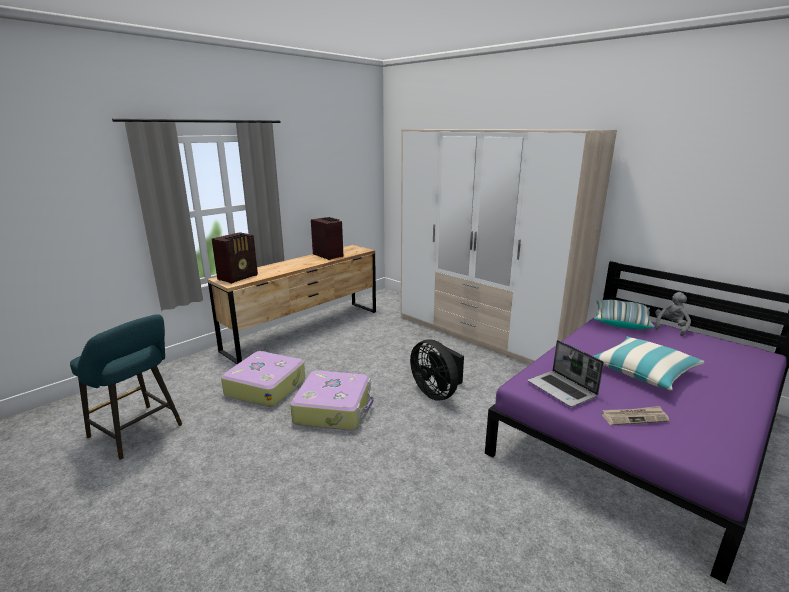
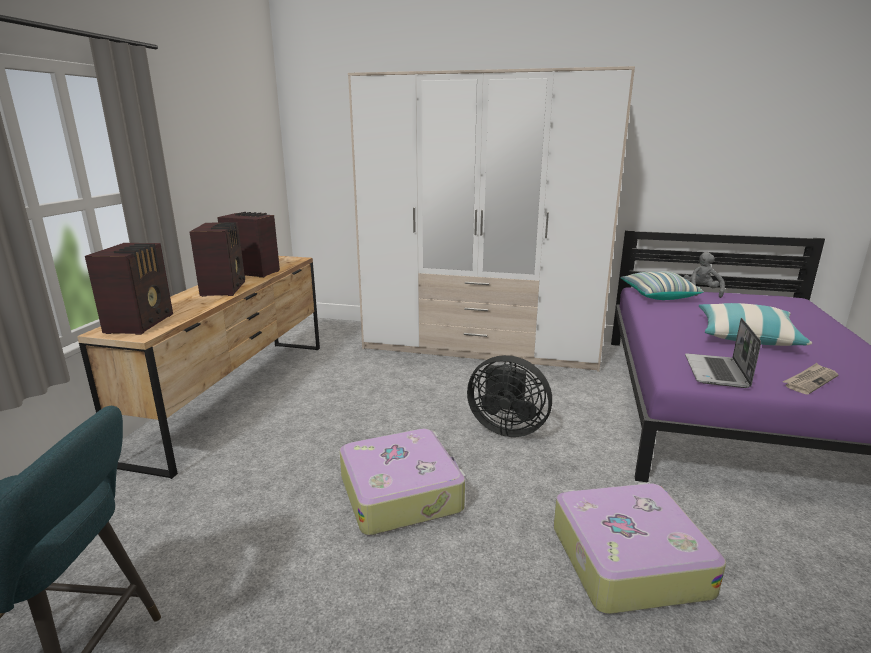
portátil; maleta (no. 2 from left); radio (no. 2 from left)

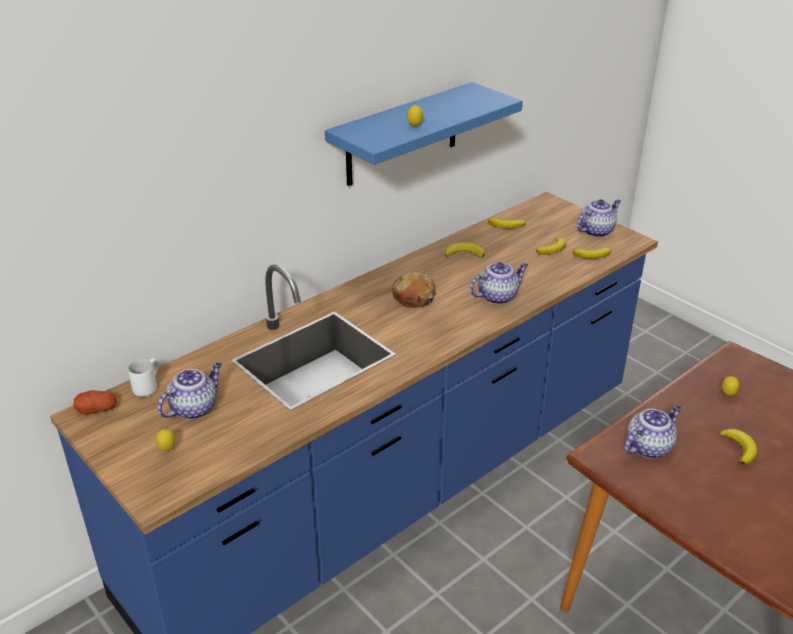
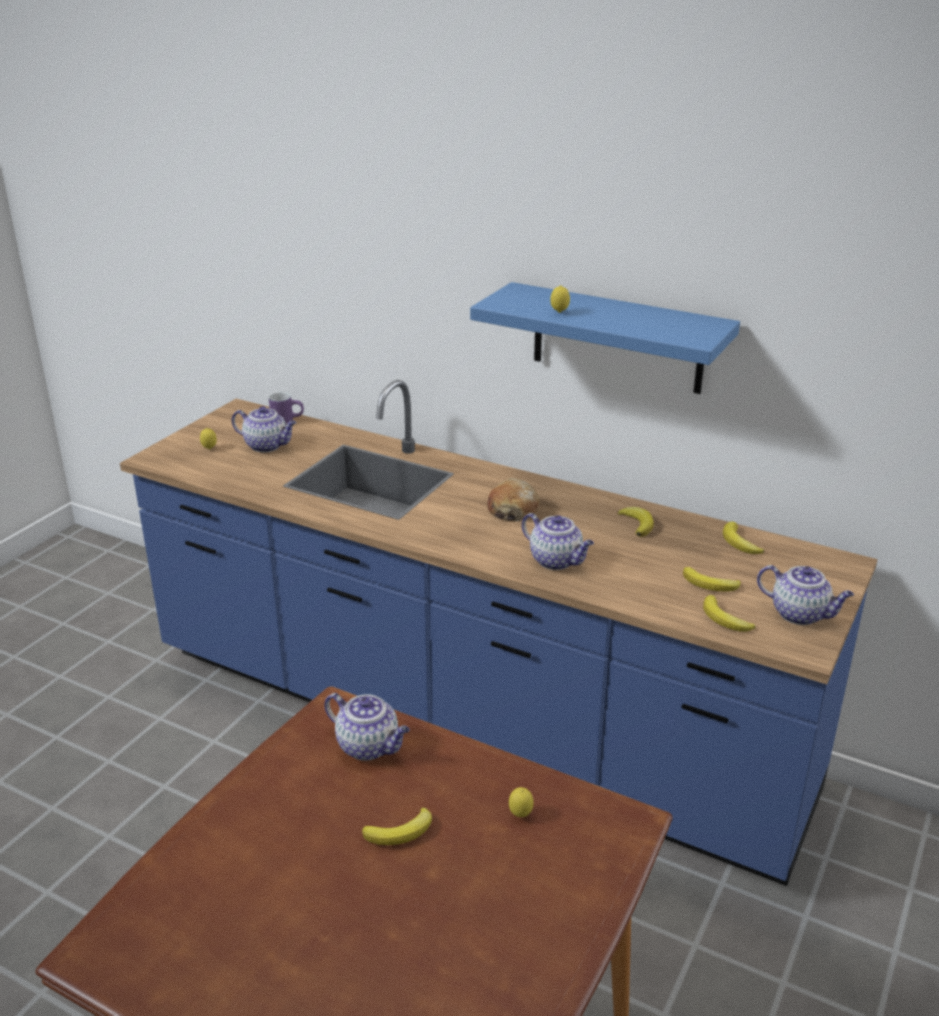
taza grande/morado; patata

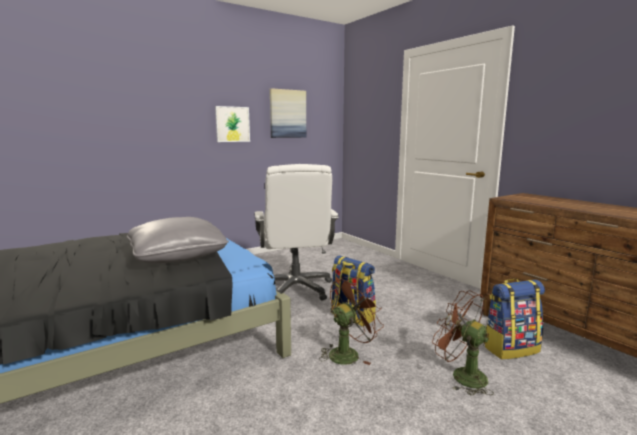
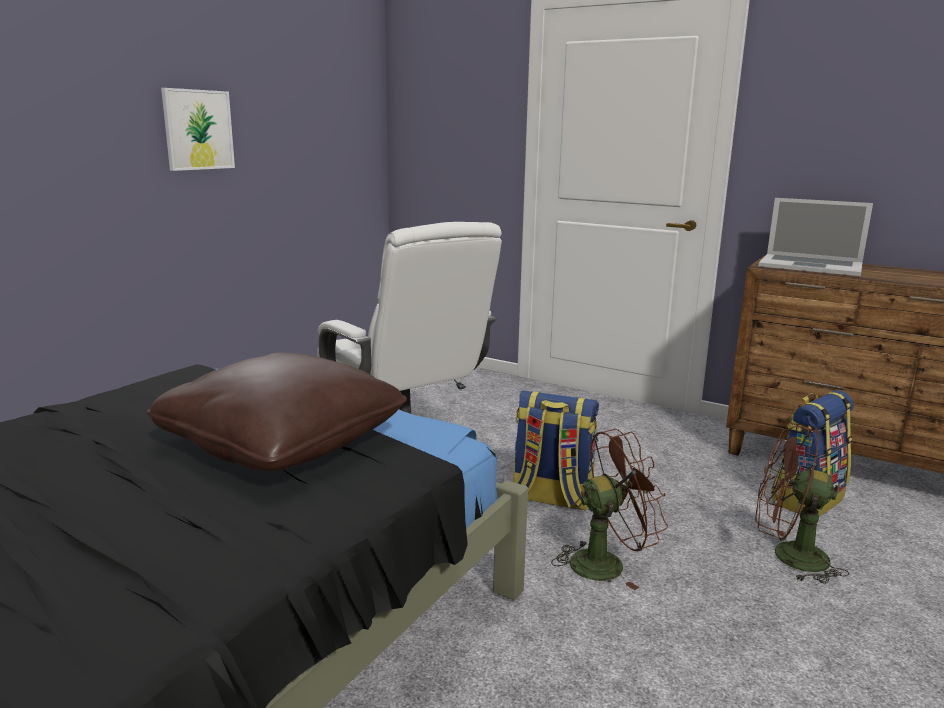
cuadro (no. 2 from left in the first image); cojín/marrón; ventilador/marrón (no. 1 from left); portátil

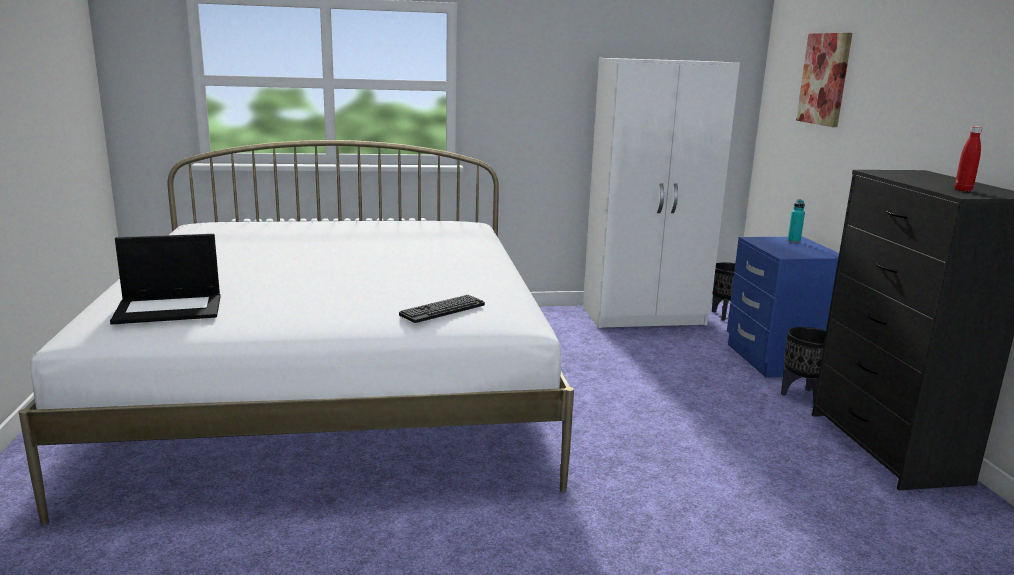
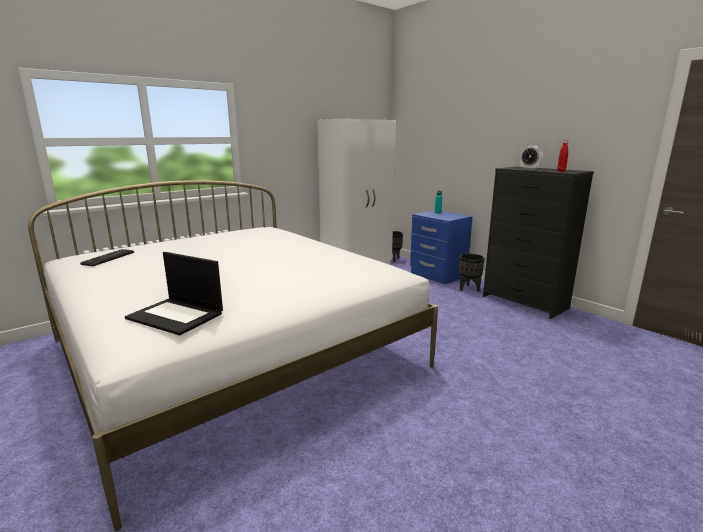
cuadro; portátil; teclado; despertador

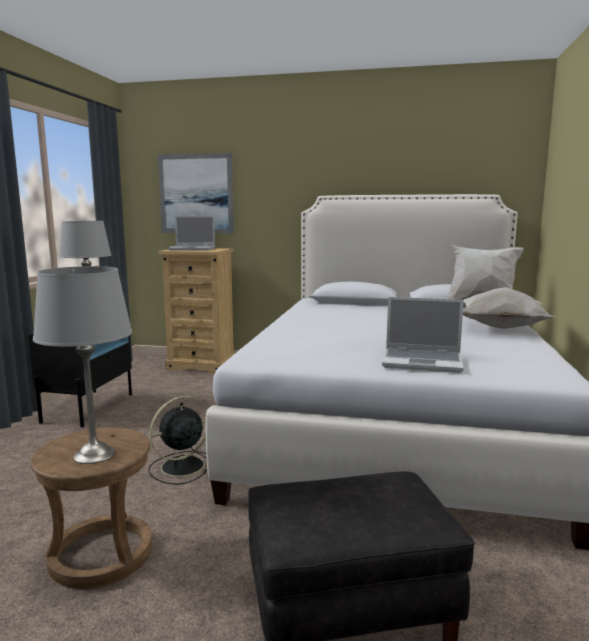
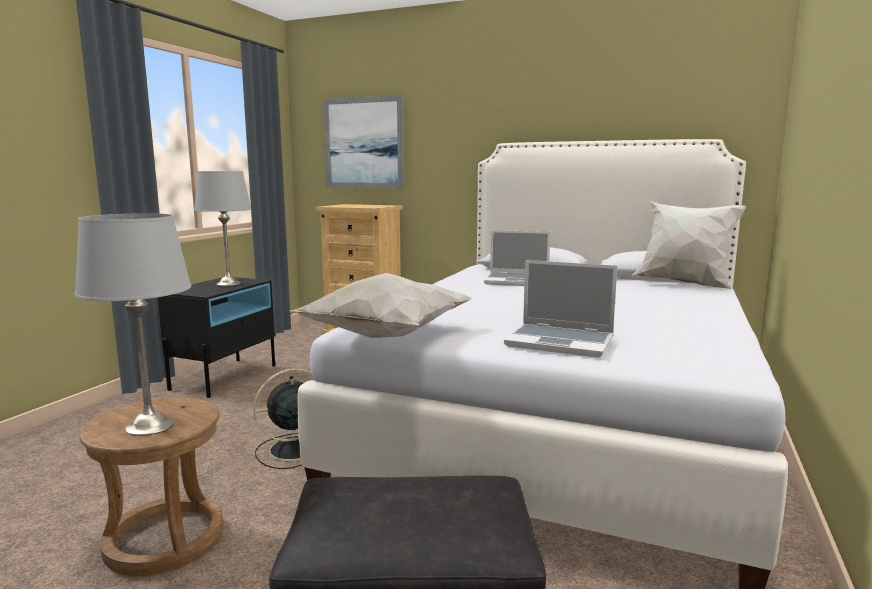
portátil (no. 1 from left); cojín/blanco (no. 1 from left)

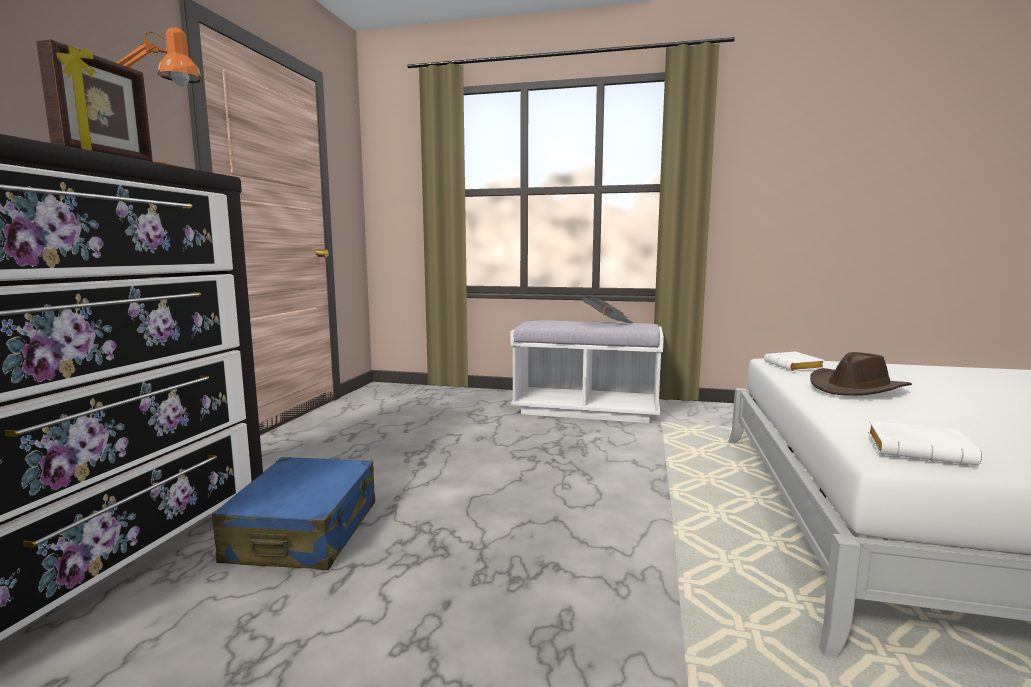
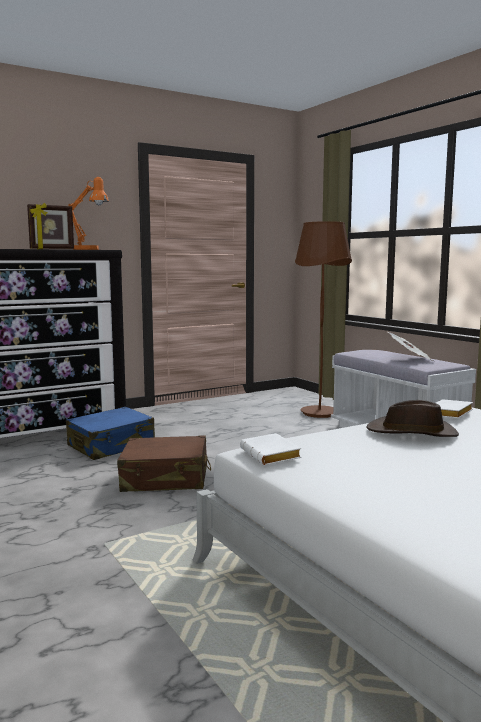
lámpara de pie/marrón; maleta/marrón

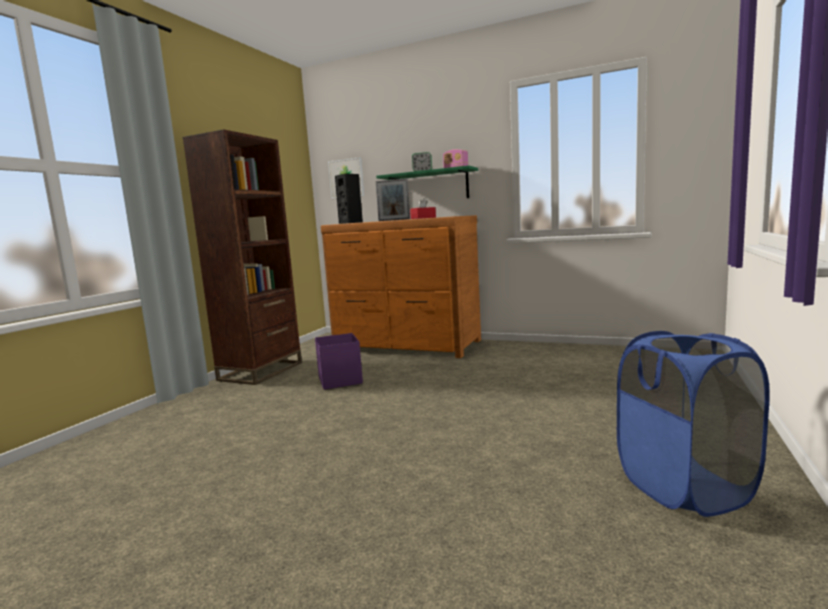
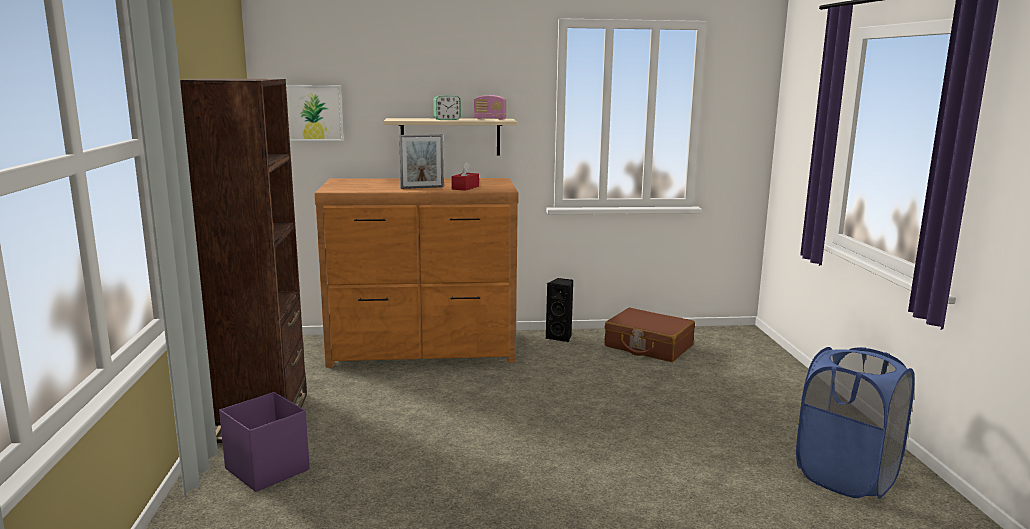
estante/beis; altavoz/negro; caja de almacenaje/morado; maleta/marrón

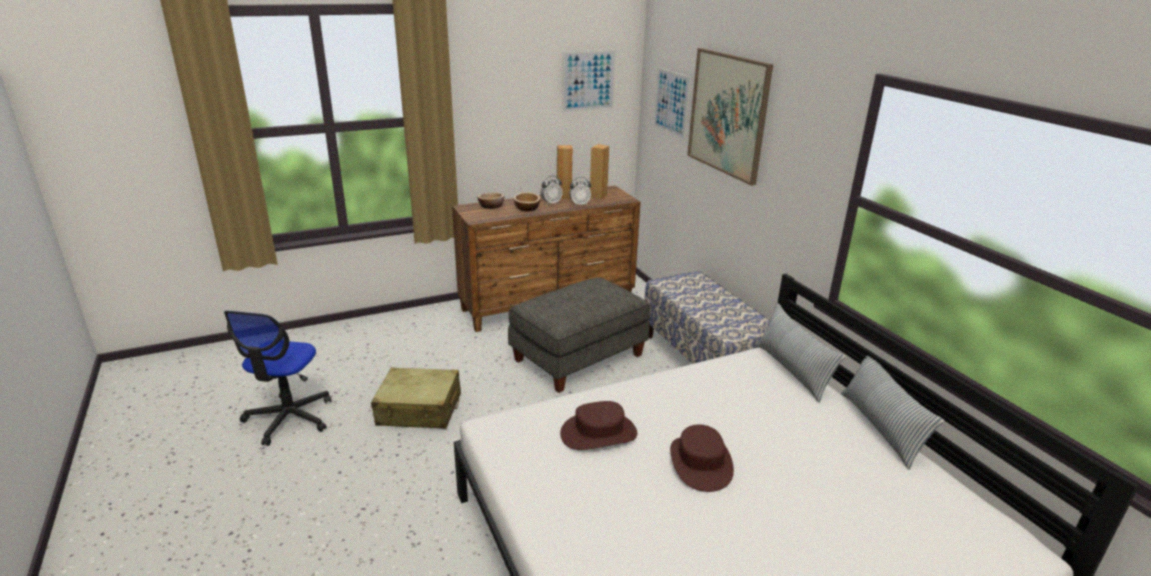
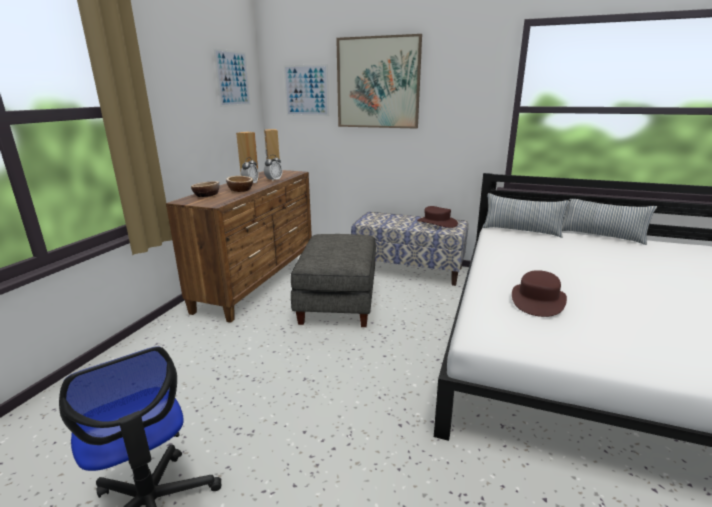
maleta/beis; sombrero/marrón (no. 1 from left)

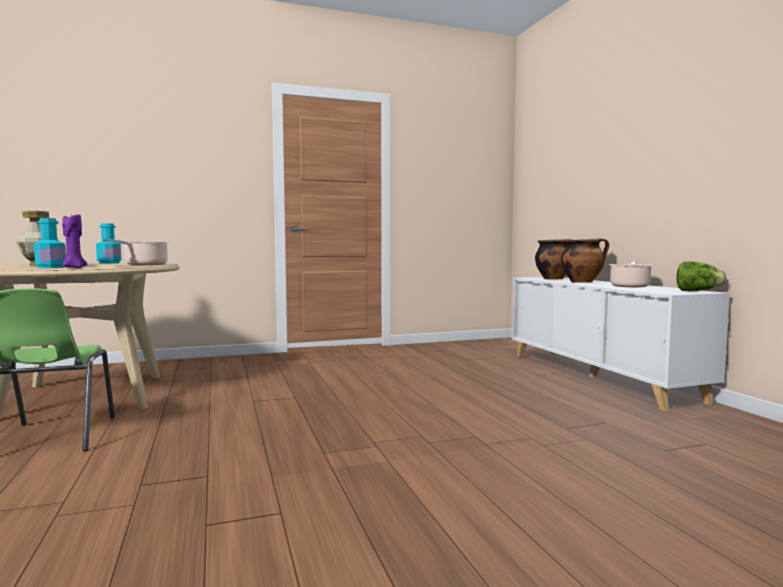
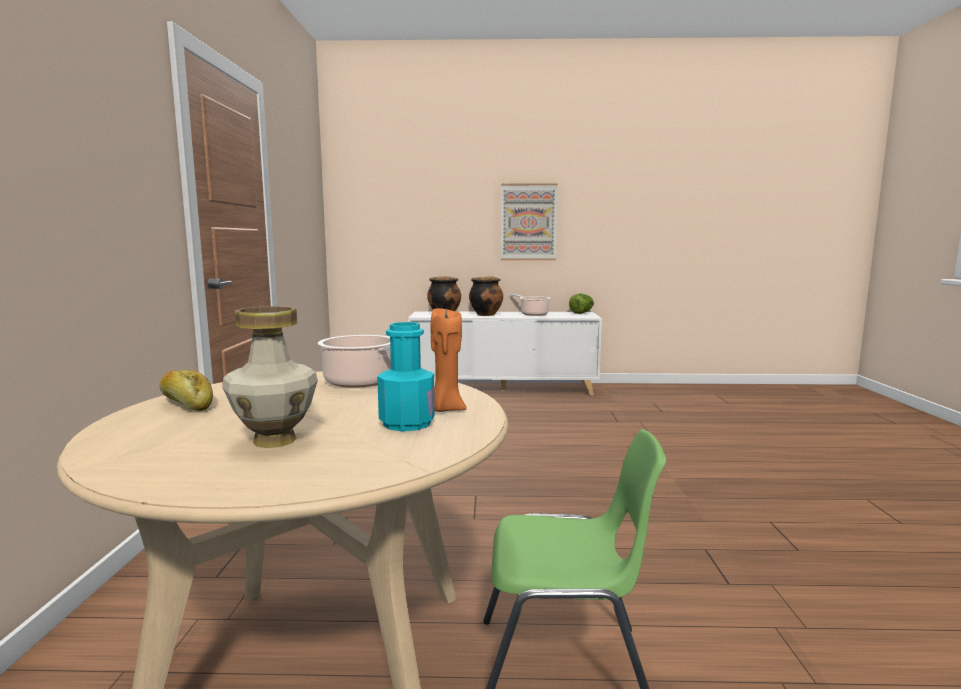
vela/naranja; pan; cuadro

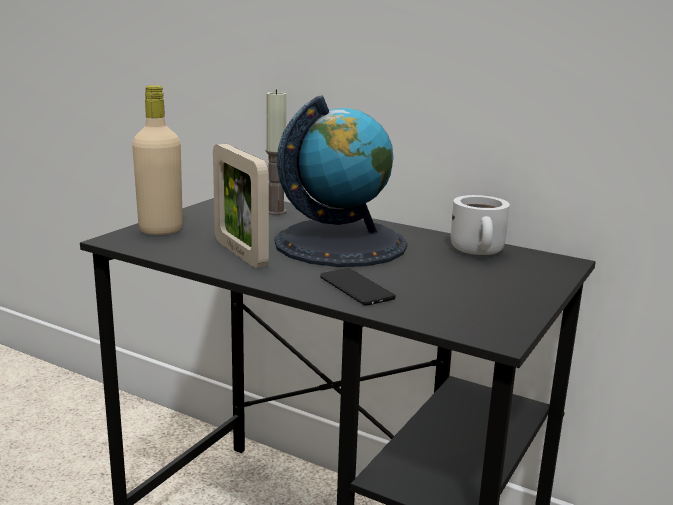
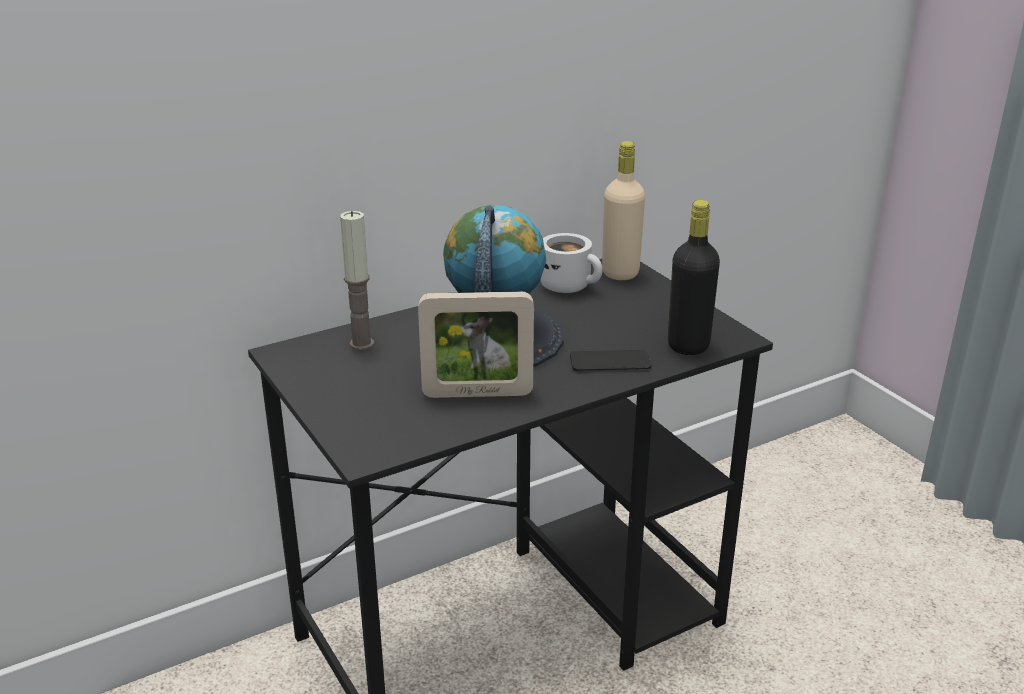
botella/beis; botella/negro

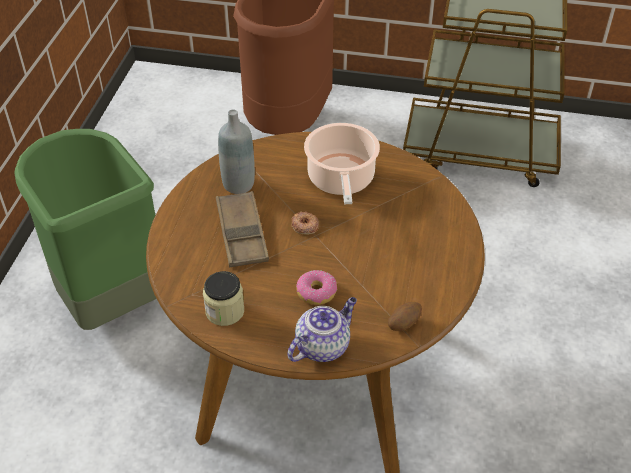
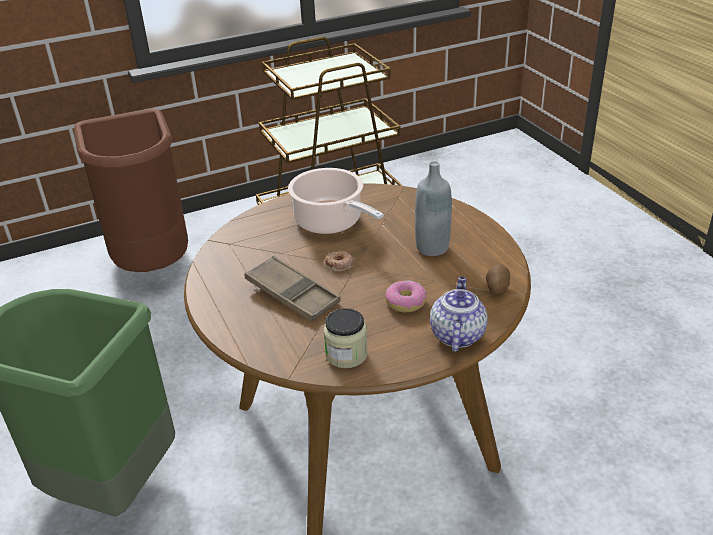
botella/gris

